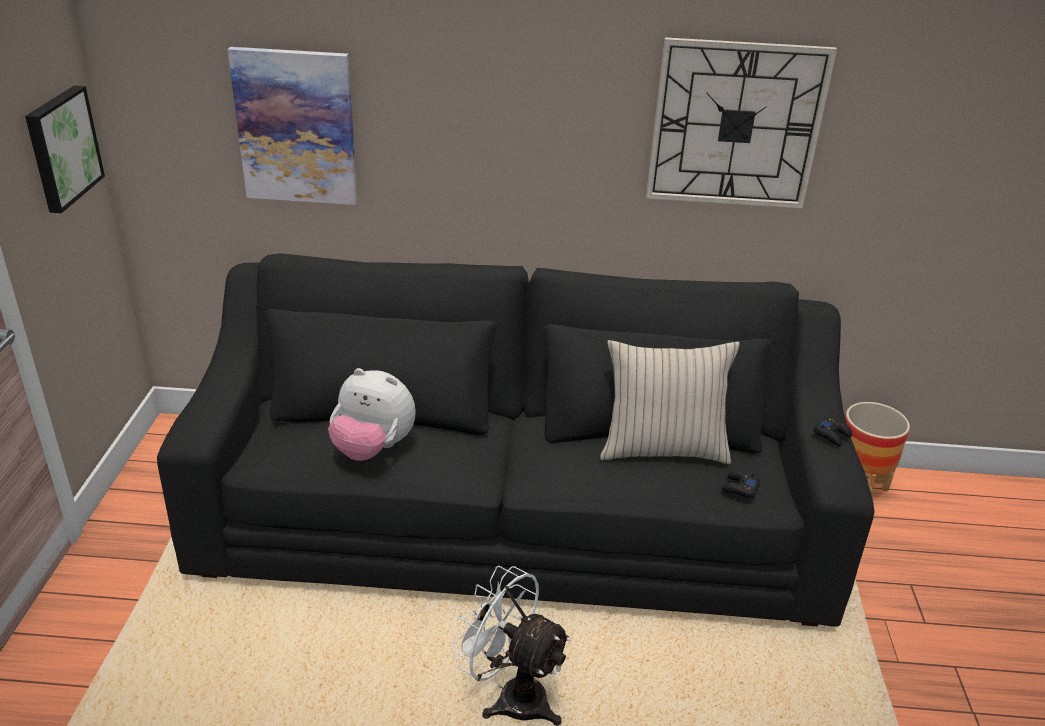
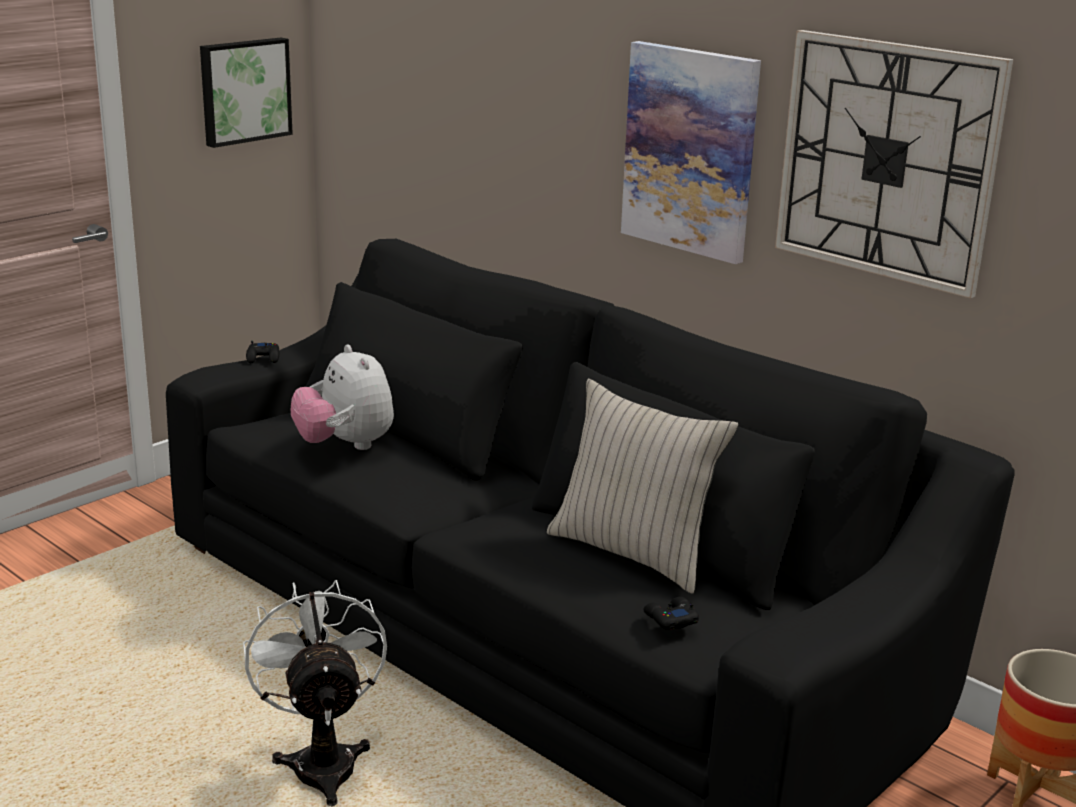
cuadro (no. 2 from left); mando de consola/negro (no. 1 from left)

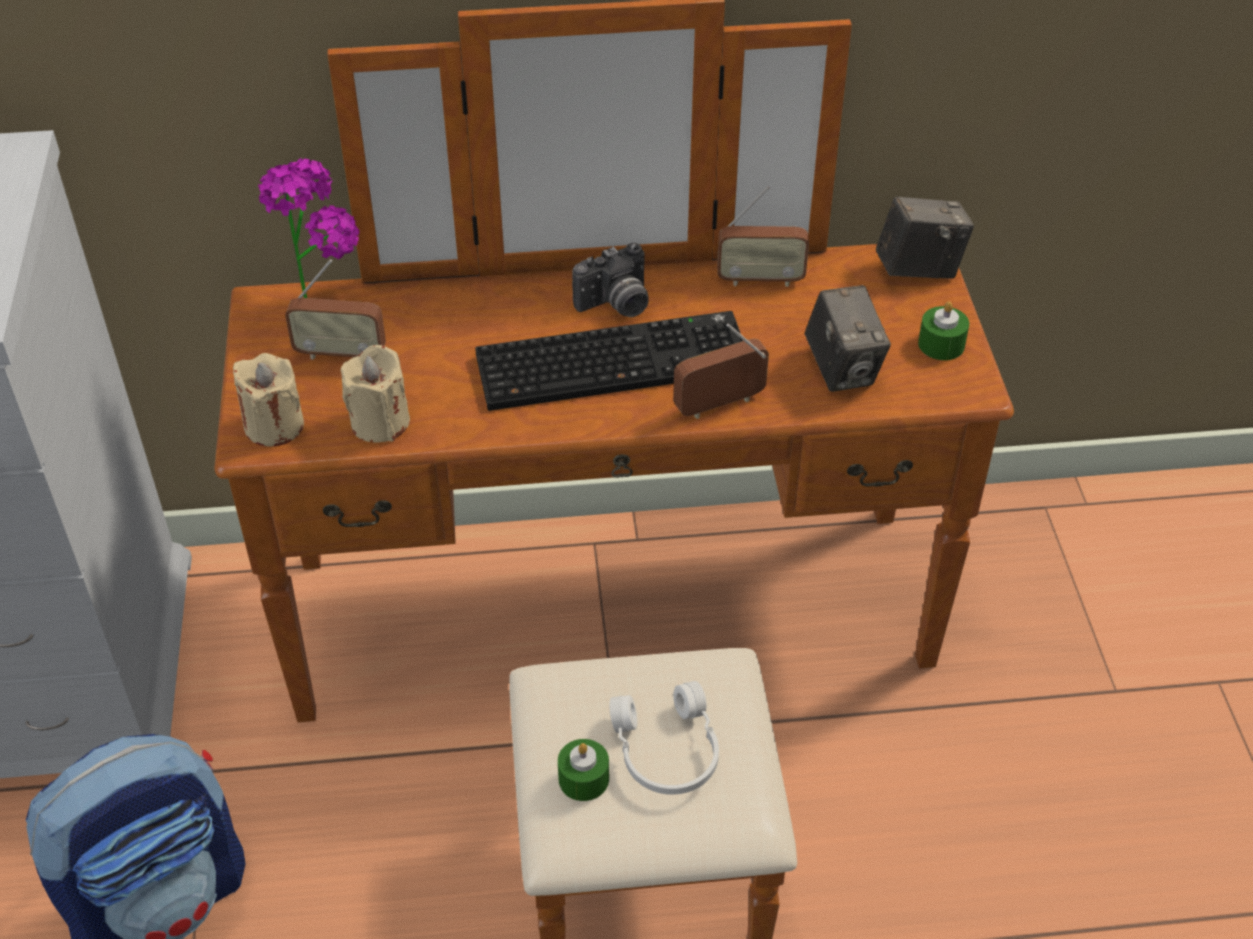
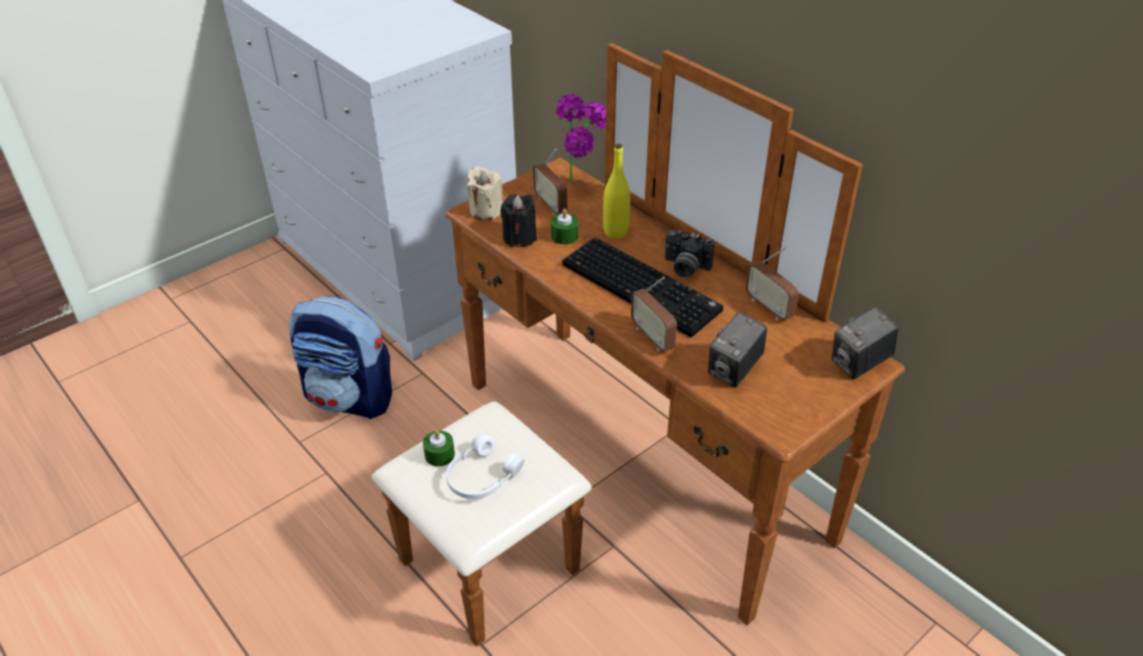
cámara (no. 3 from left); vela/verde (no. 2 from left); radio (no. 2 from left); vela/negro; botella/amarillo

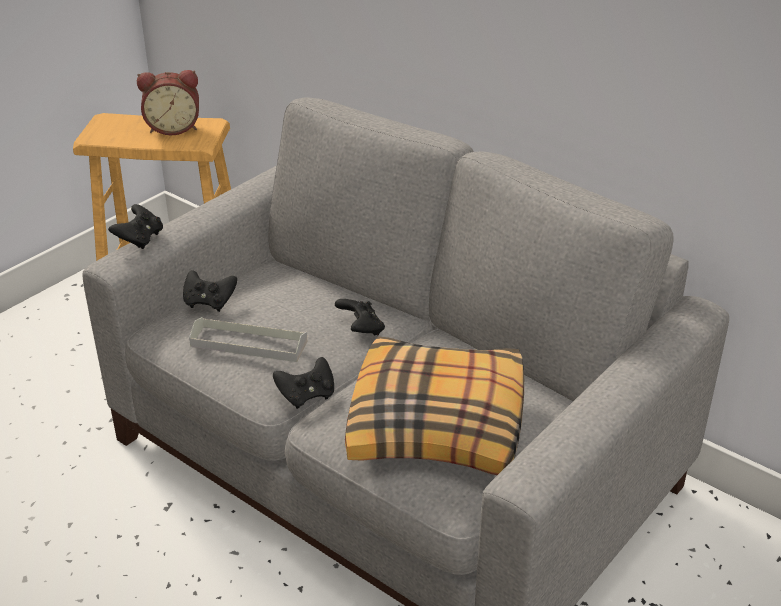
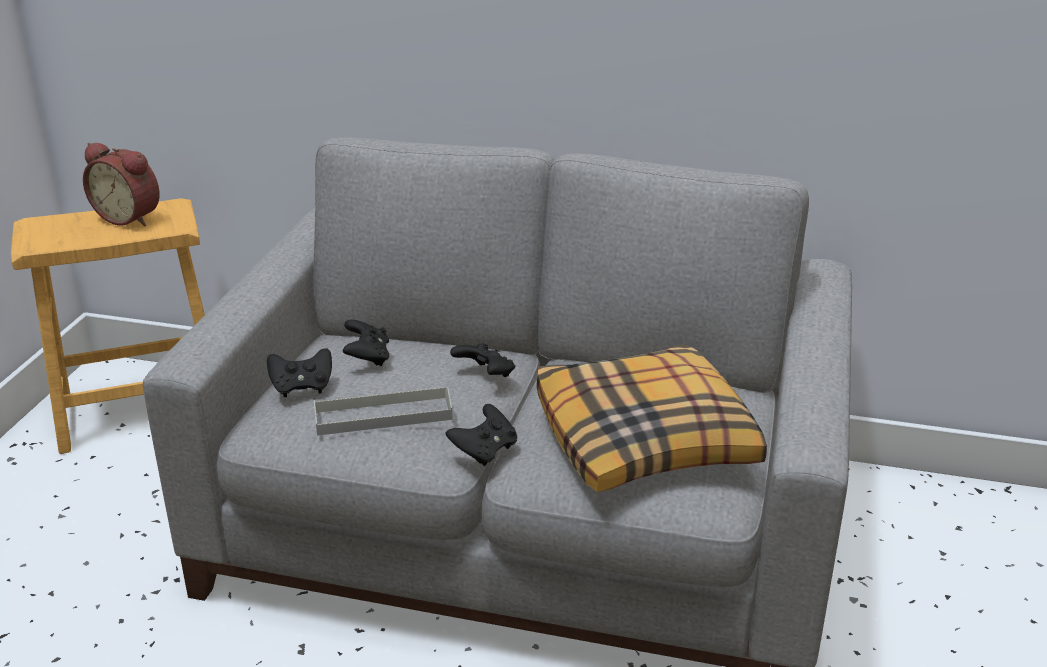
despertador; mando de consola/negro (no. 2 from left)

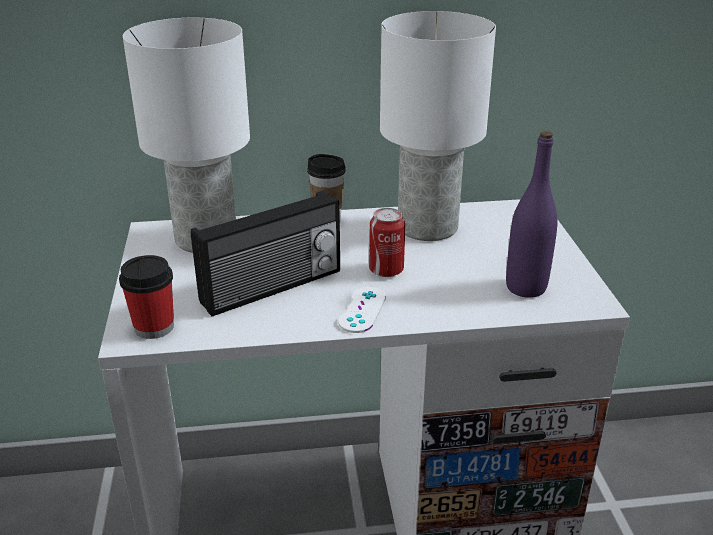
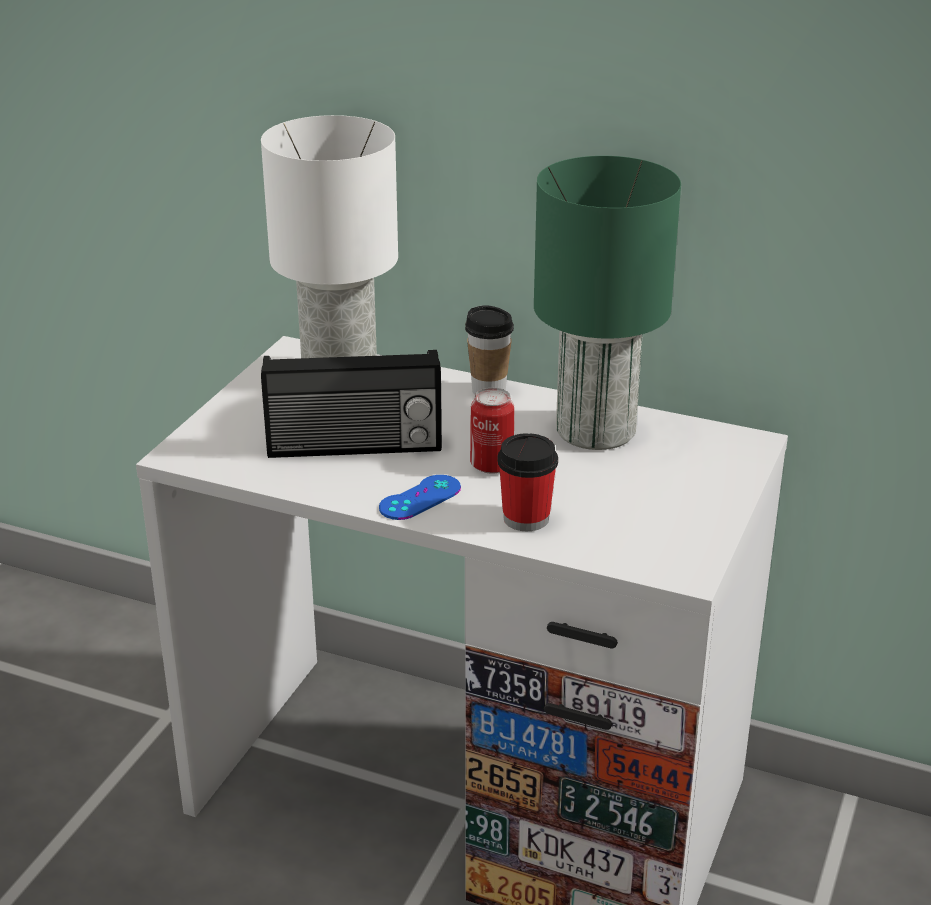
lámpara de mesa/verde; botella/morado; taza (no. 2 from left); mando de consola/azul

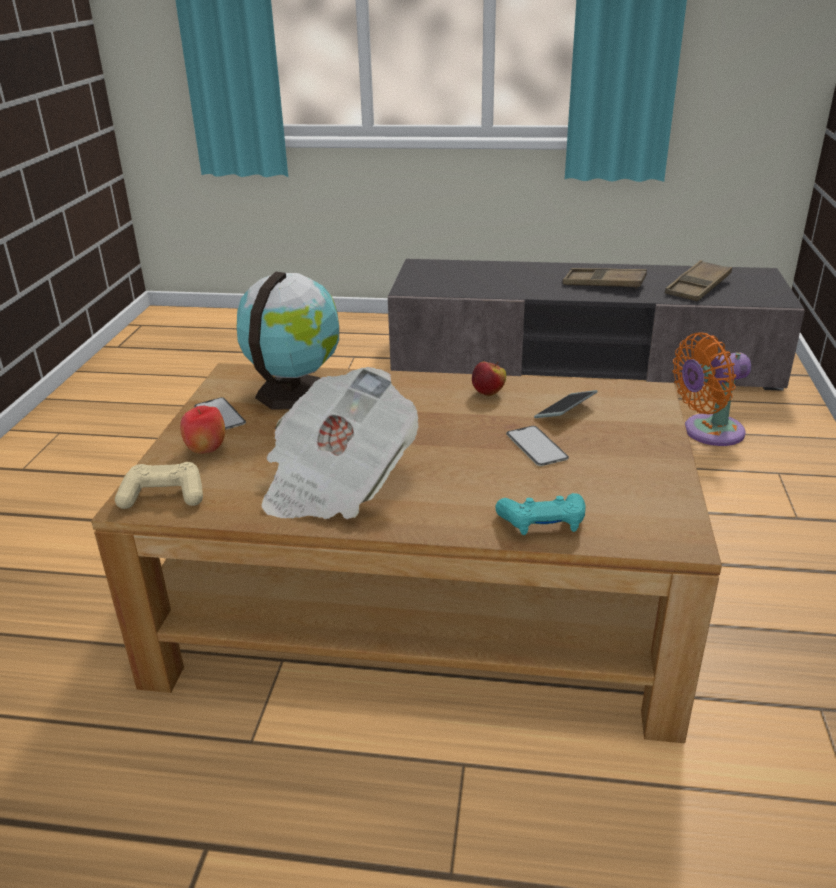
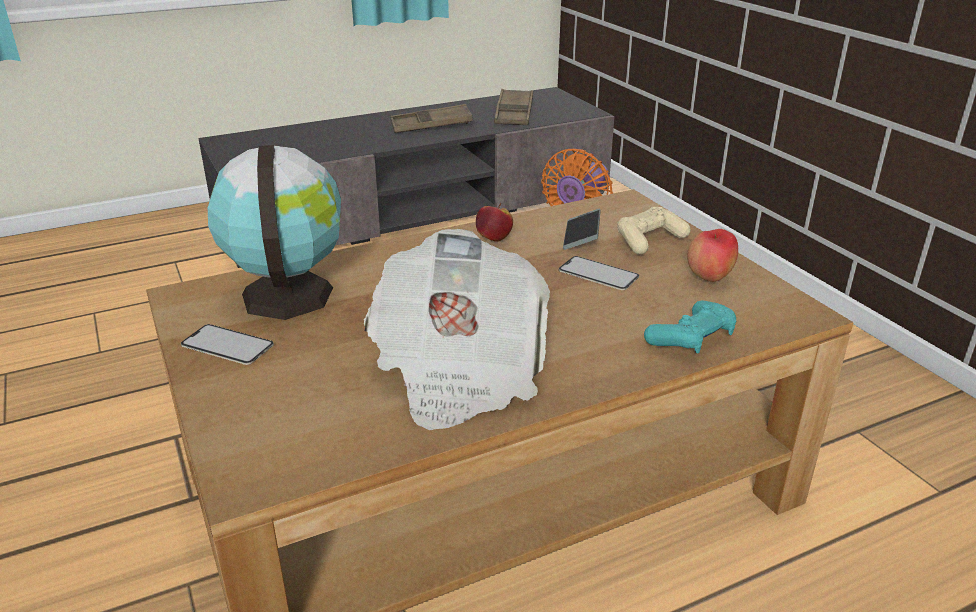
manzana (no. 2 from left); mando de consola/beis

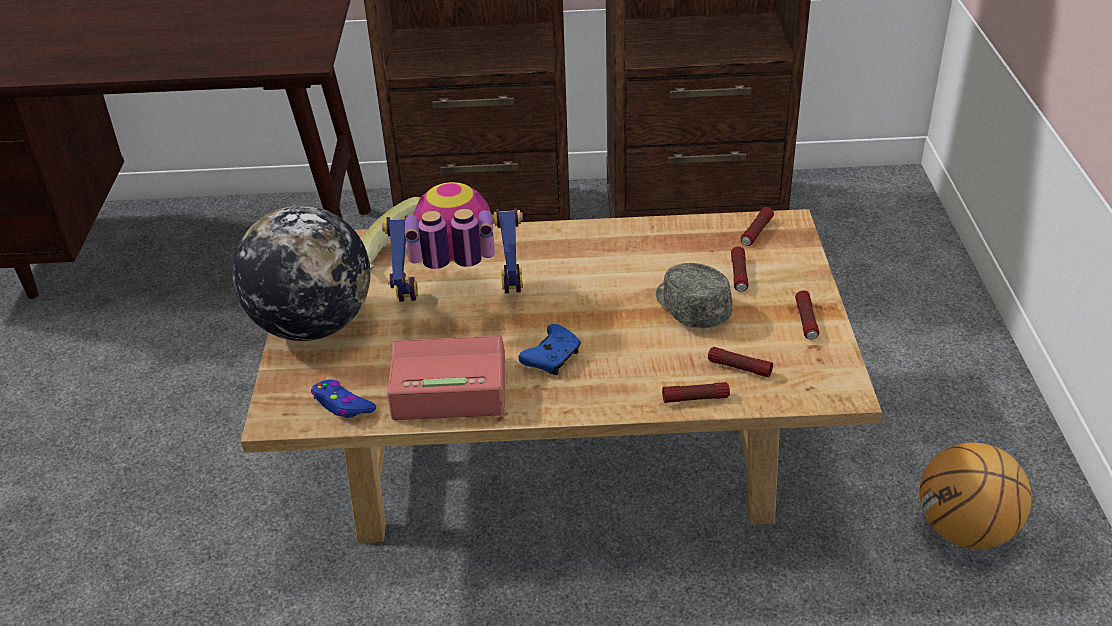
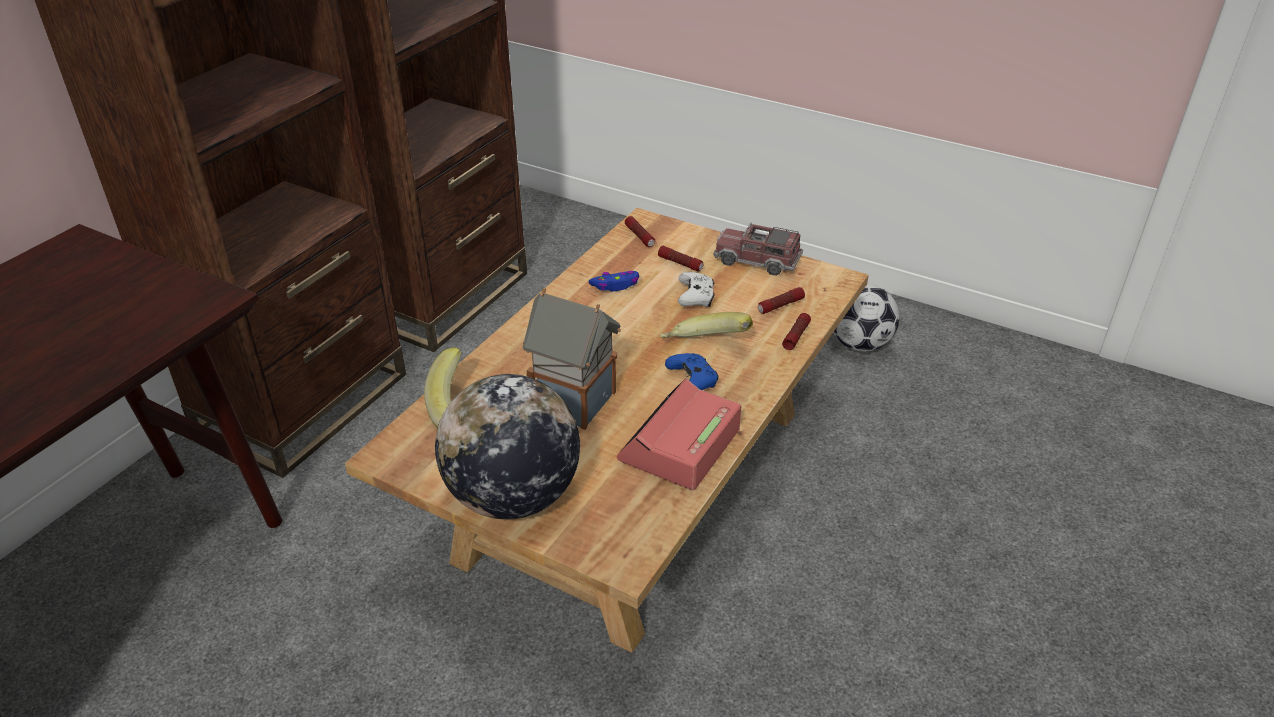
casita; mando de consola/blanco; camión de juguete; mando de consola/azul (no. 1 from left); balón de fútbol; plátano (no. 2 from left)

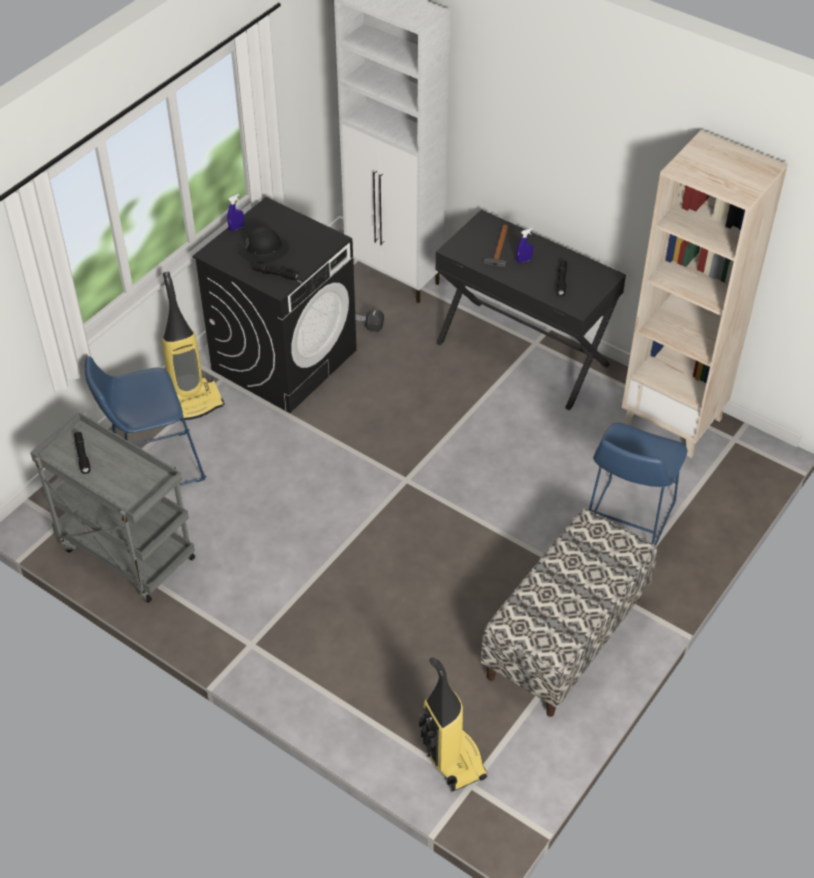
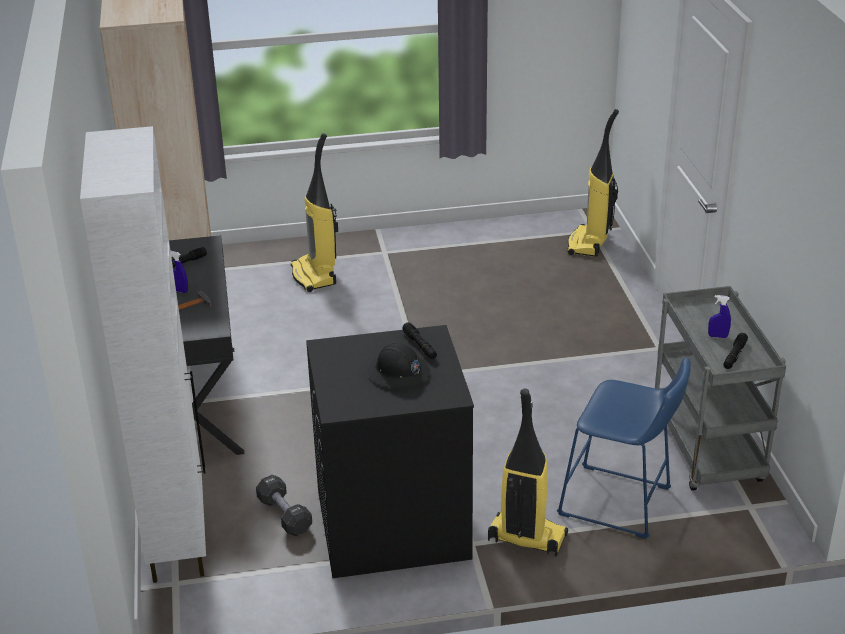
pulverizador/azul (no. 2 from left); aspiradora (no. 1 from left); banco

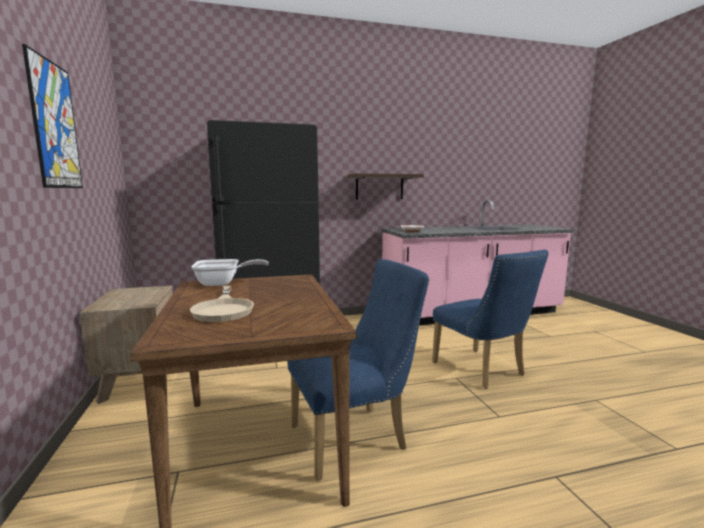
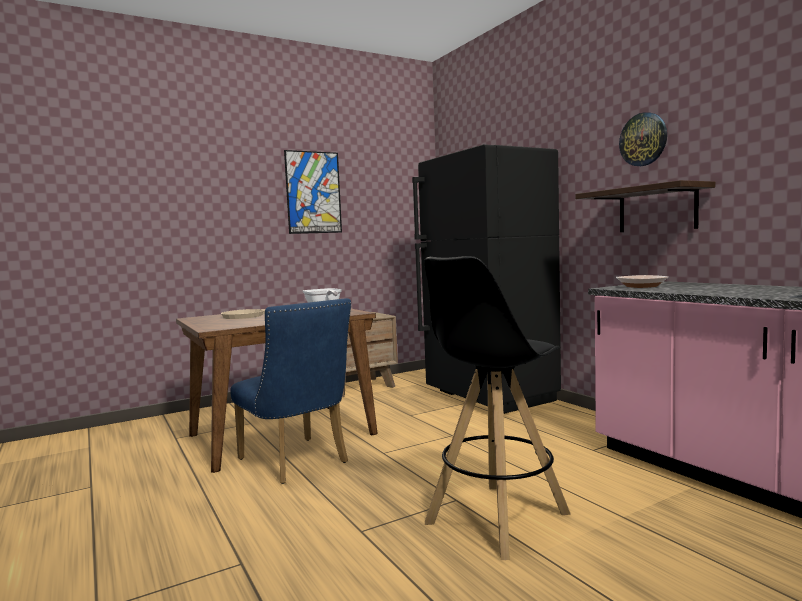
taburete/negro; reloj de pared

